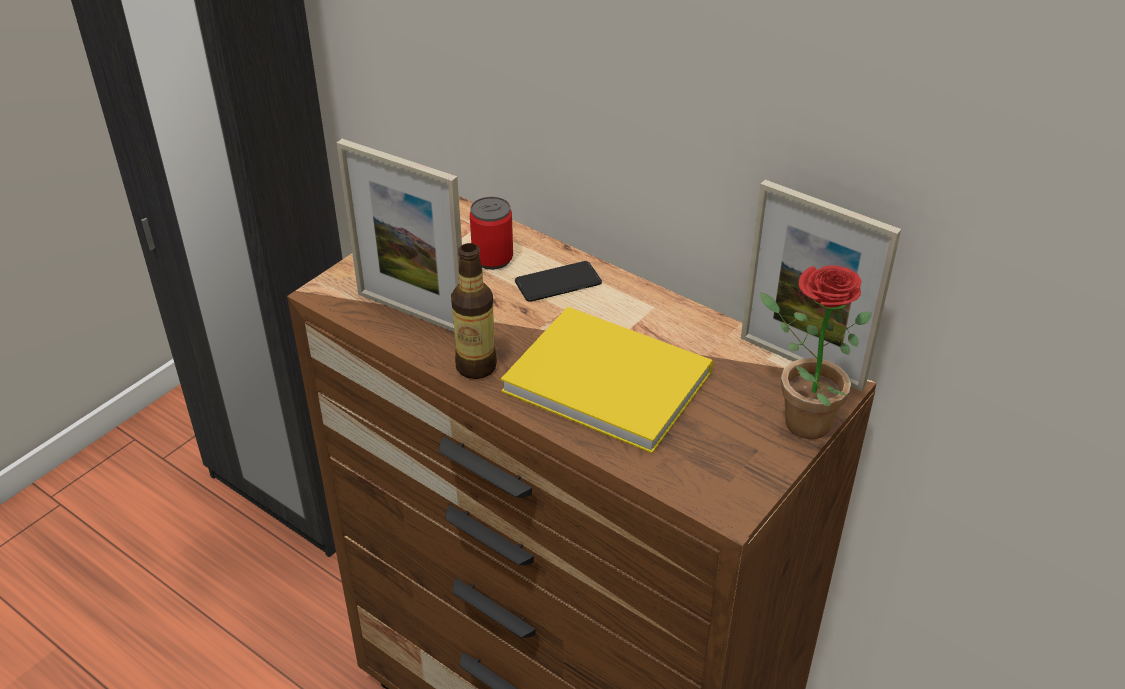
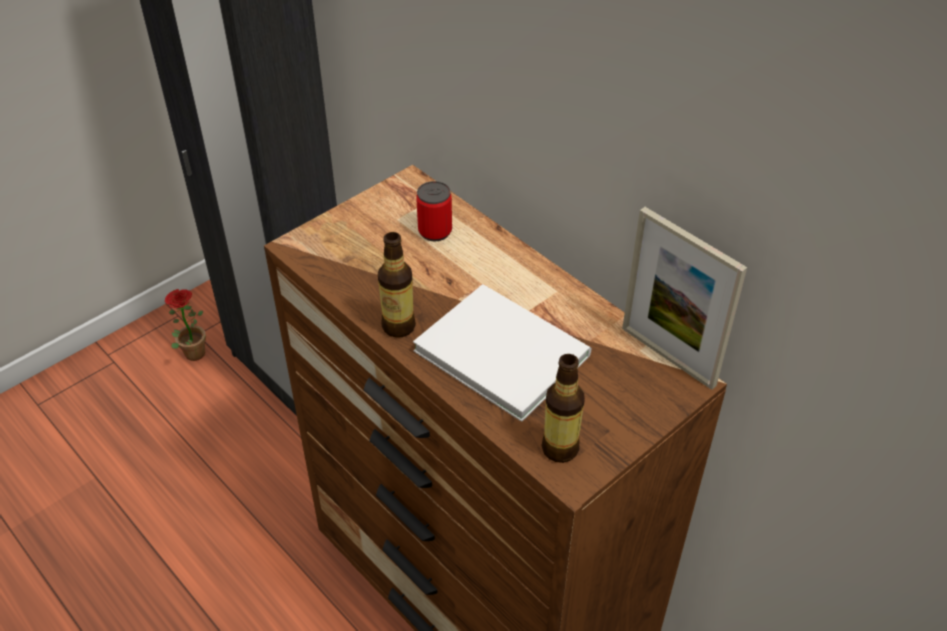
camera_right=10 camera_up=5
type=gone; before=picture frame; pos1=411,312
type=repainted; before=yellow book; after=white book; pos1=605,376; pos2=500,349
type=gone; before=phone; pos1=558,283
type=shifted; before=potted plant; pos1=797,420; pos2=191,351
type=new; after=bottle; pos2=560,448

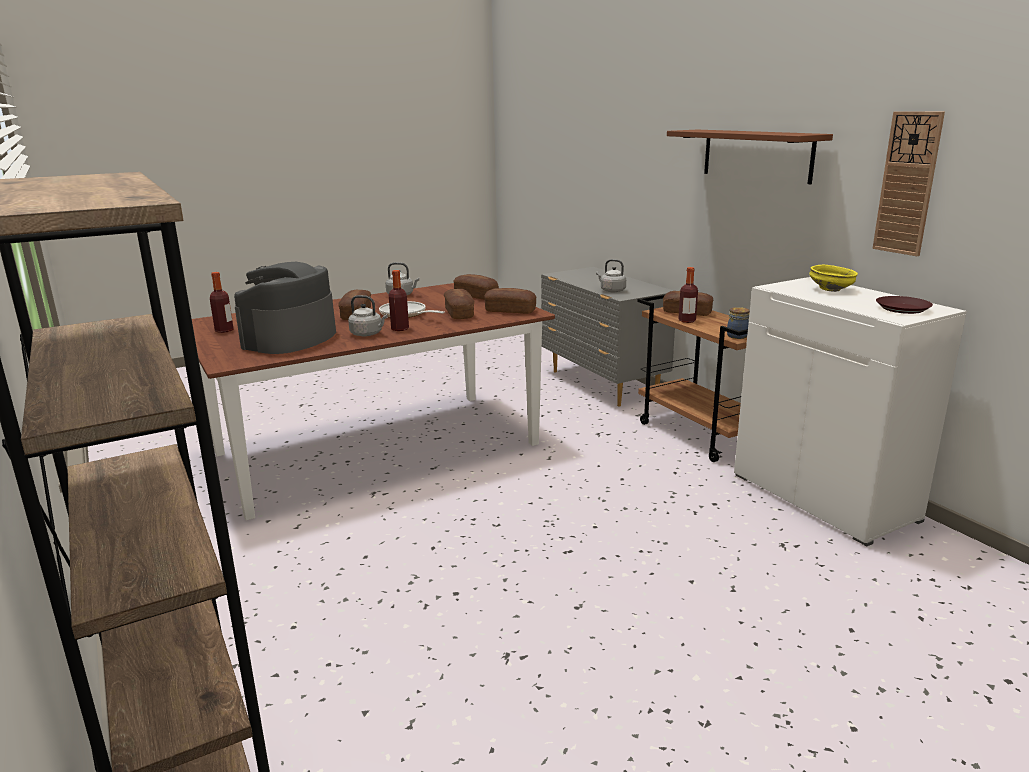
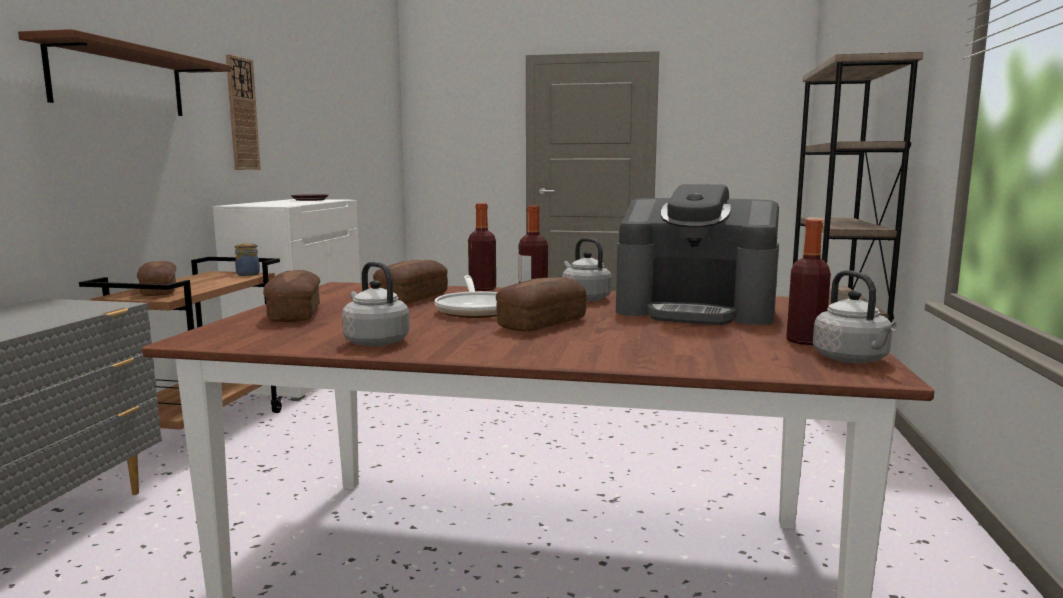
camera_right=-140 camera_up=-10
type=rotated; before=coffee machine; pos1=290,339; pos2=696,310; turn=45
type=gone; before=bread; pos1=510,311
type=shifted; before=grey kettle; pos1=611,290; pos2=853,360
type=shifted; before=bottle; pos1=687,321; pos2=482,289
type=gone; before=yellow bowl; pos1=831,290

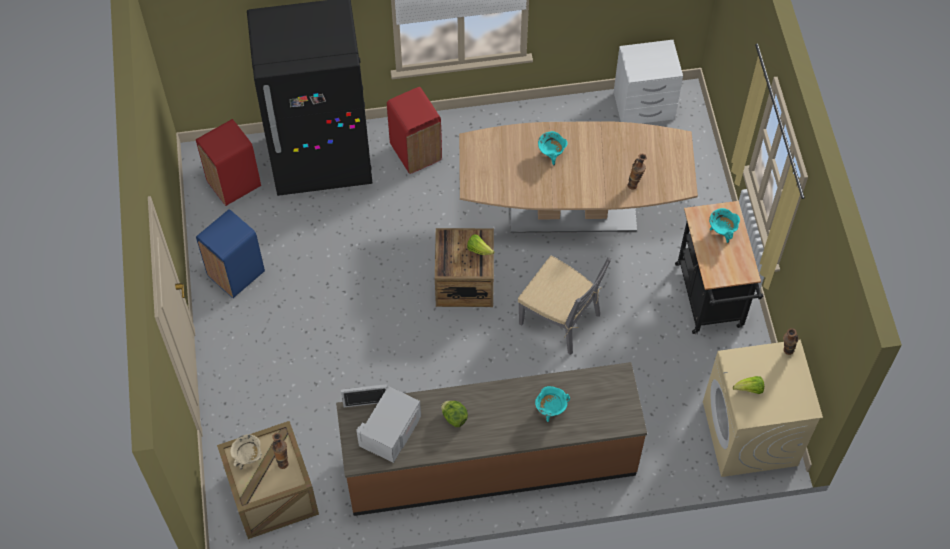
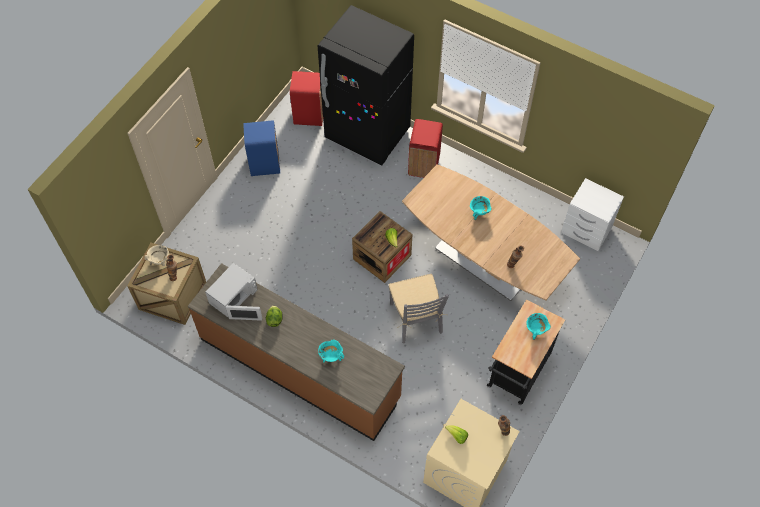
camera_right=40 camera_up=0
type=rotated; before=white microwave; pos1=388,429; pos2=234,298; turn=150

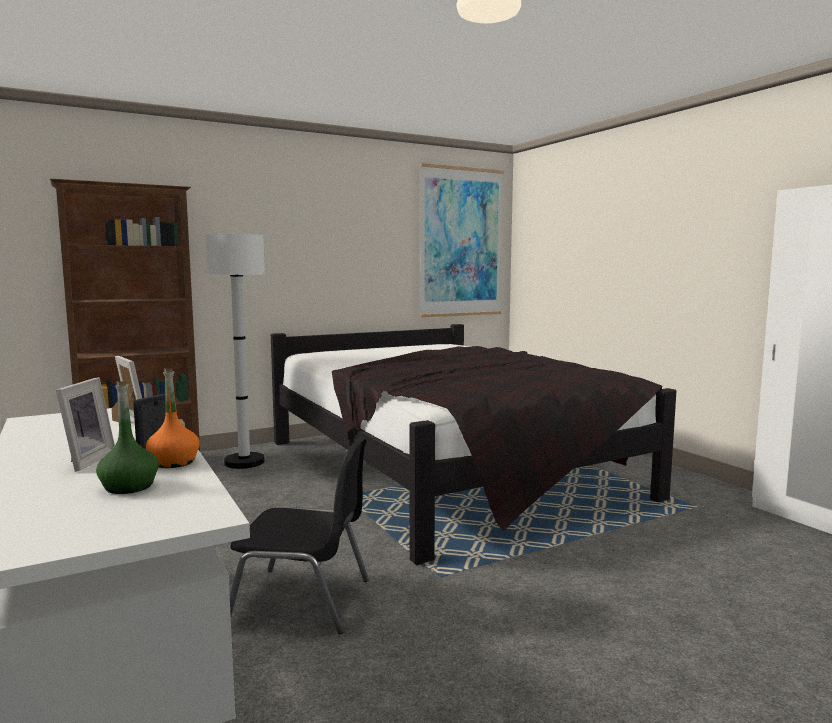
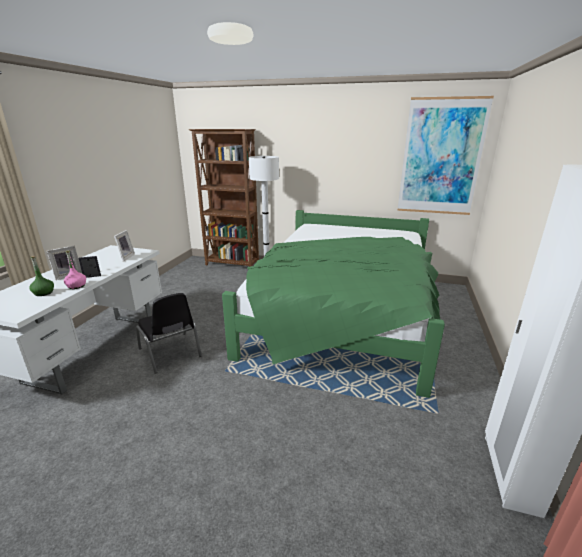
camera_right=45 camera_up=15
type=repainted; before=orange bottle; after=pink bottle; pos1=173,462; pos2=76,286
type=repainted; before=black bed; after=green bed; pos1=447,468; pos2=343,313

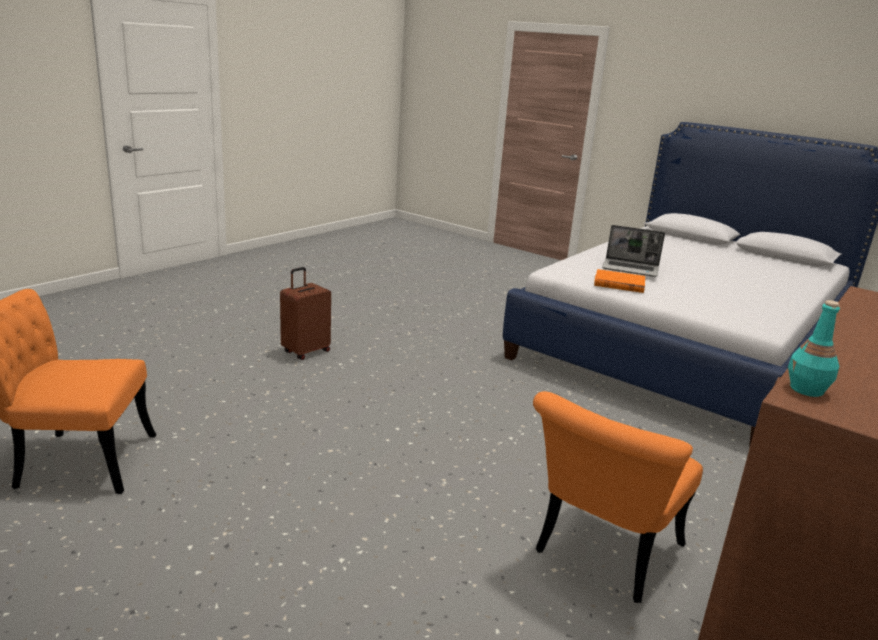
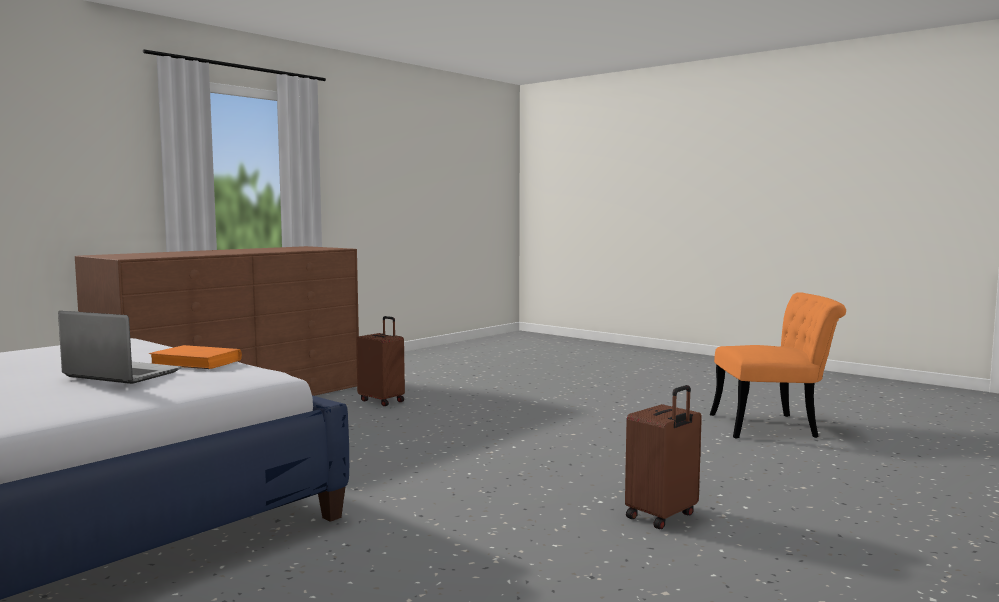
camera_right=-175 camera_up=-15
type=swapped; before=orange chair; after=brown suitcase; pos1=602,556; pos2=382,401
type=gone; before=turquoise bottle; pos1=807,390

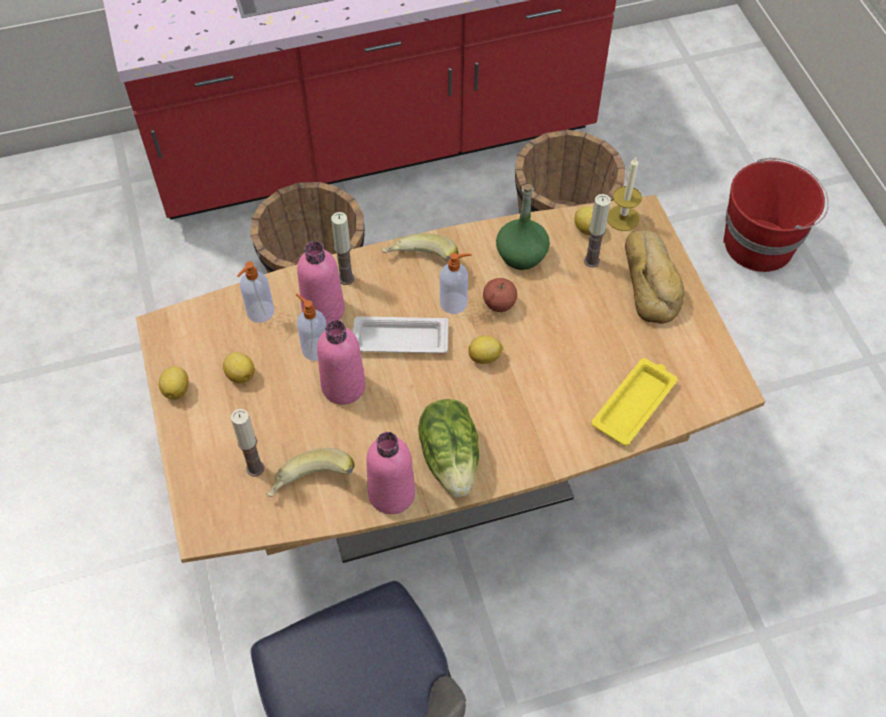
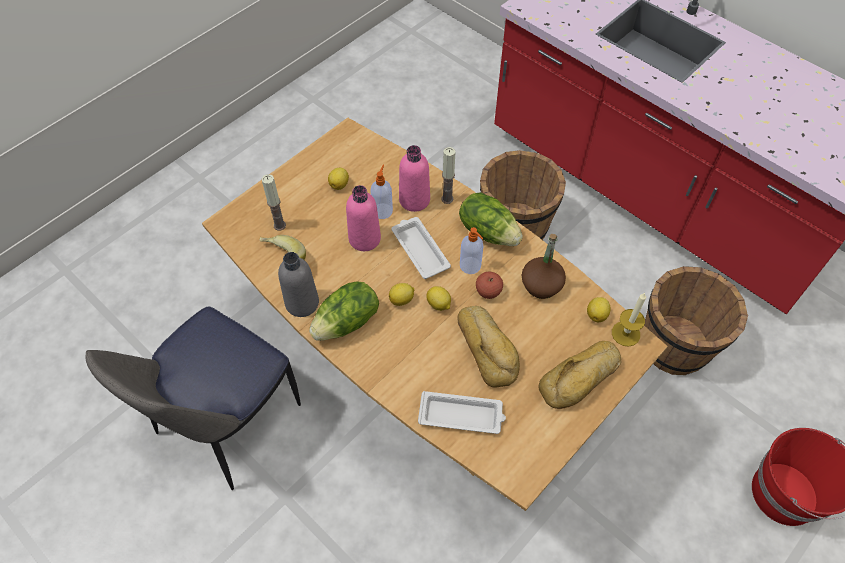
camera_right=60 camera_up=0
type=shifted; before=lemon; pos1=177,389; pos2=402,300
type=gone; before=soap dispenser; pos1=259,312
type=repainted; before=pink bottle; after=grey bottle; pos1=391,494; pos2=302,303
type=swapped; before=banana; after=lettuce; pos1=420,263; pos2=488,231
type=repainted; before=green bottle; after=brown bottle; pos1=521,254; pos2=541,285
type=gone; before=candle; pos1=591,261
type=repainted; before=yellow tray; after=white tray; pos1=634,404; pos2=462,415
type=new; after=bread; pos2=487,348

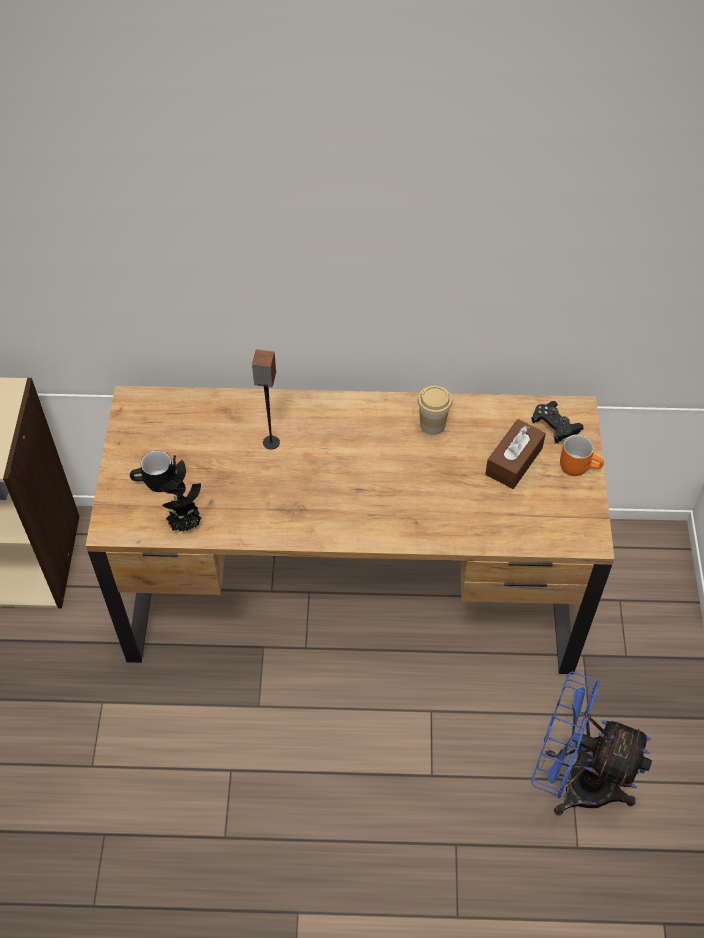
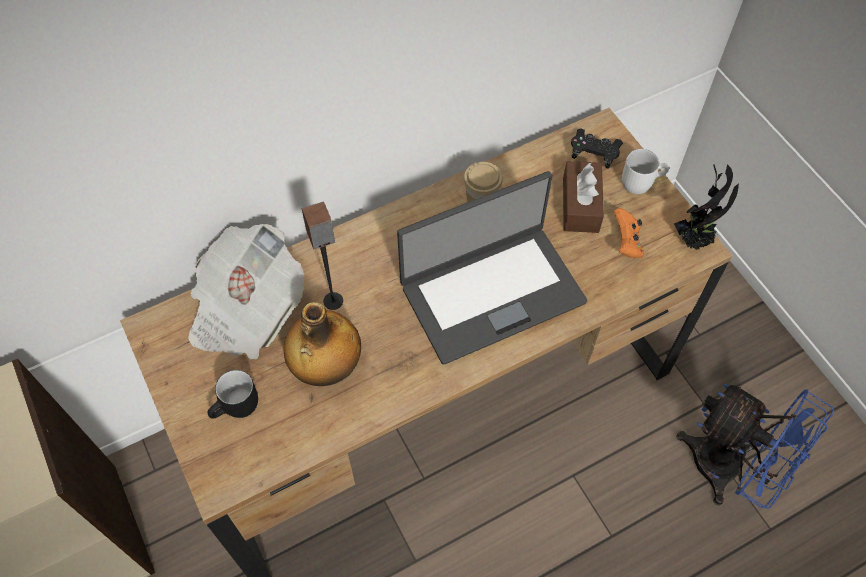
camera_right=-30 camera_up=5
type=shifted; before=potted plant; pos1=186,524; pos2=694,240
type=rotated; before=blue fan; pos1=574,780; pos2=730,470; turn=-135
type=repainted; before=orange mug; after=white mug; pos1=579,465; pos2=640,180
type=new; after=newspaper; pos2=246,310
type=new; after=bottle; pos2=326,366
type=new; after=laptop; pos2=491,292
type=new; after=orange game controller; pos2=626,243

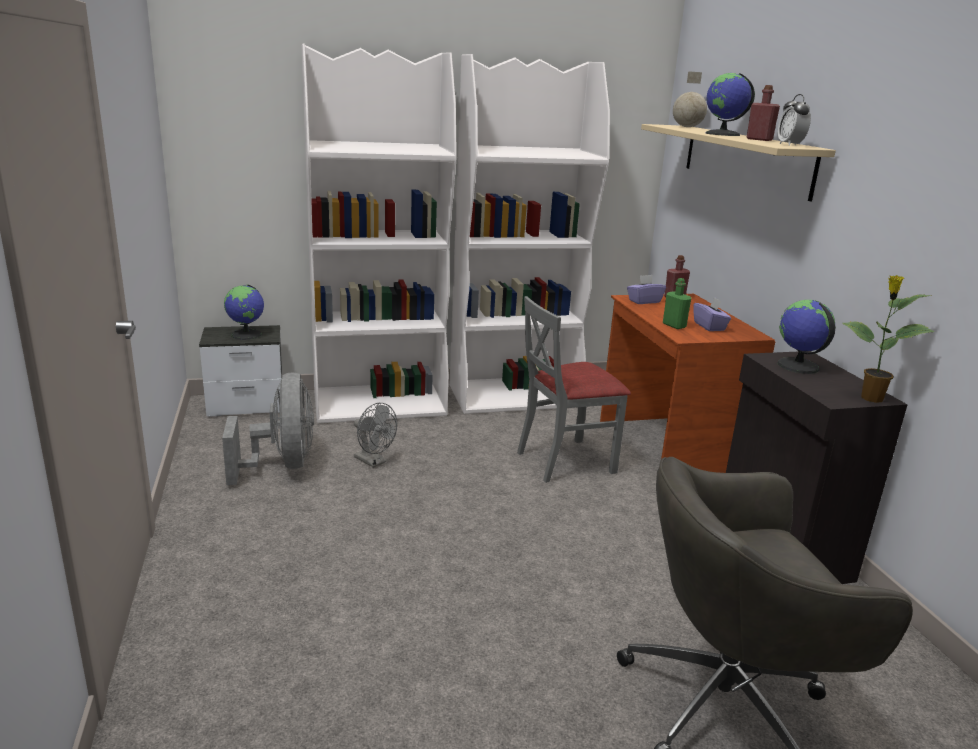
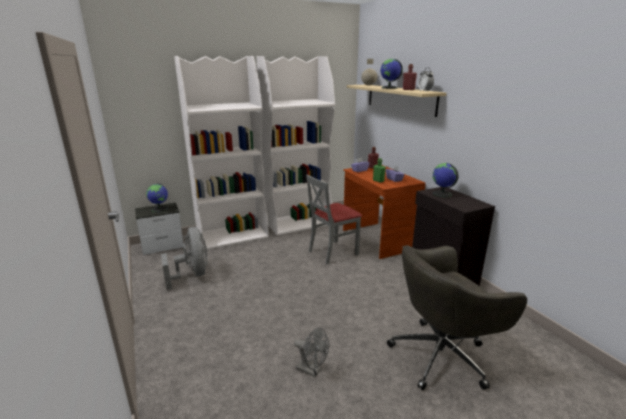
camera_right=-10 camera_up=0
type=shifted; before=grey fan; pos1=374,462; pos2=312,370
type=gone; before=potted plant; pos1=870,398

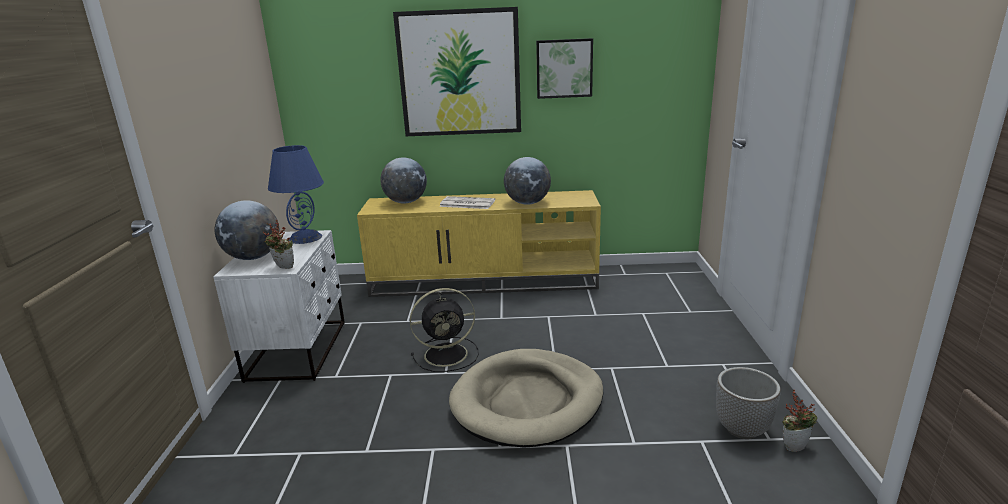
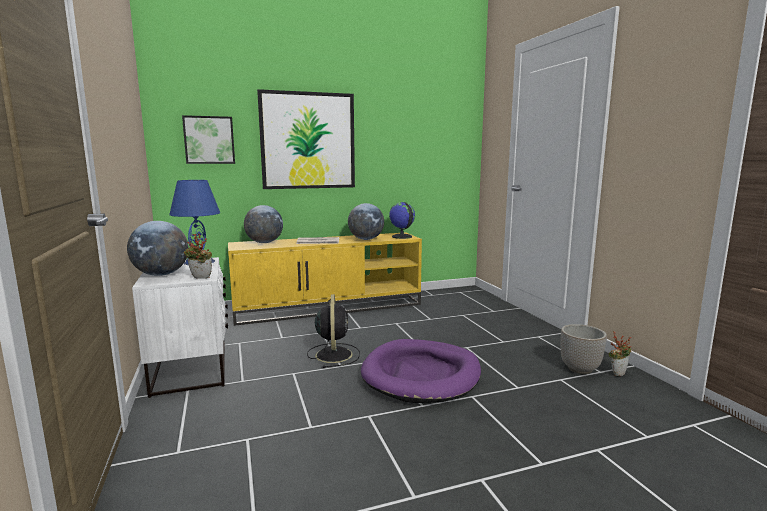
camera_right=-20 camera_up=-10
type=rotated; before=black fan; pos1=448,354; pos2=334,354; turn=-60
type=repainted; before=beige dog bed; after=purple dog bed; pos1=527,401; pos2=421,375
type=shifted; before=picture; pos1=564,68; pos2=209,140
type=new; after=globe; pos2=401,237

